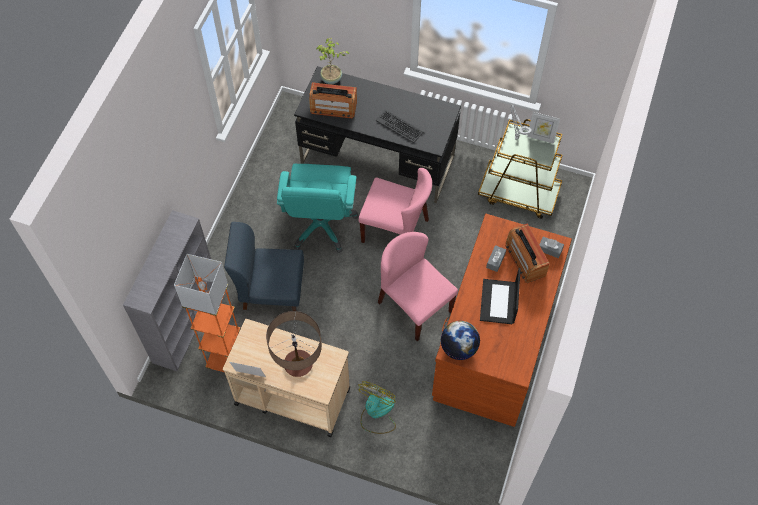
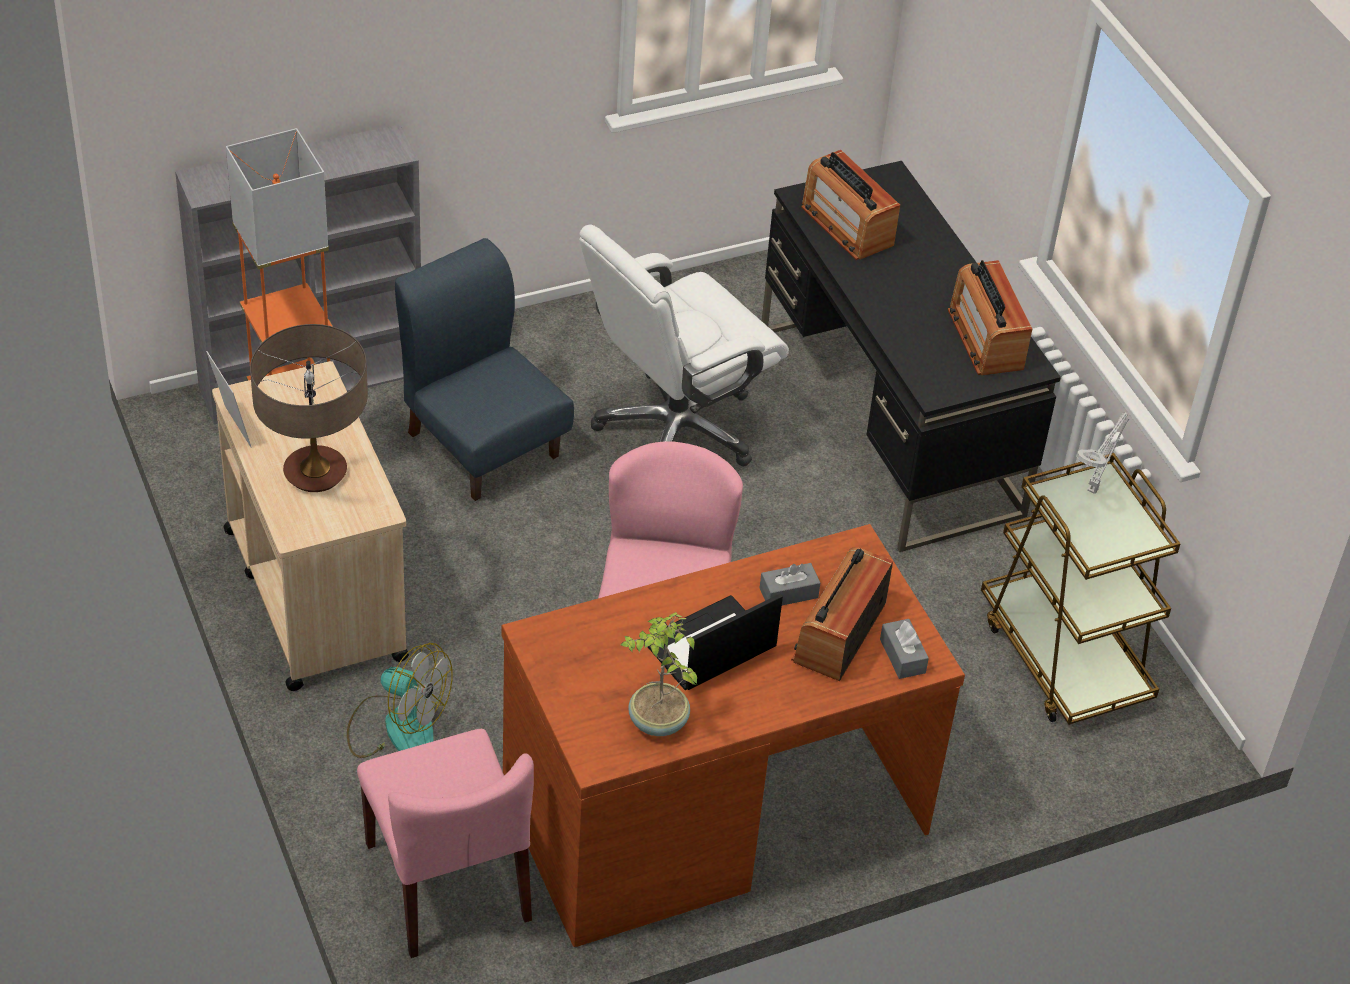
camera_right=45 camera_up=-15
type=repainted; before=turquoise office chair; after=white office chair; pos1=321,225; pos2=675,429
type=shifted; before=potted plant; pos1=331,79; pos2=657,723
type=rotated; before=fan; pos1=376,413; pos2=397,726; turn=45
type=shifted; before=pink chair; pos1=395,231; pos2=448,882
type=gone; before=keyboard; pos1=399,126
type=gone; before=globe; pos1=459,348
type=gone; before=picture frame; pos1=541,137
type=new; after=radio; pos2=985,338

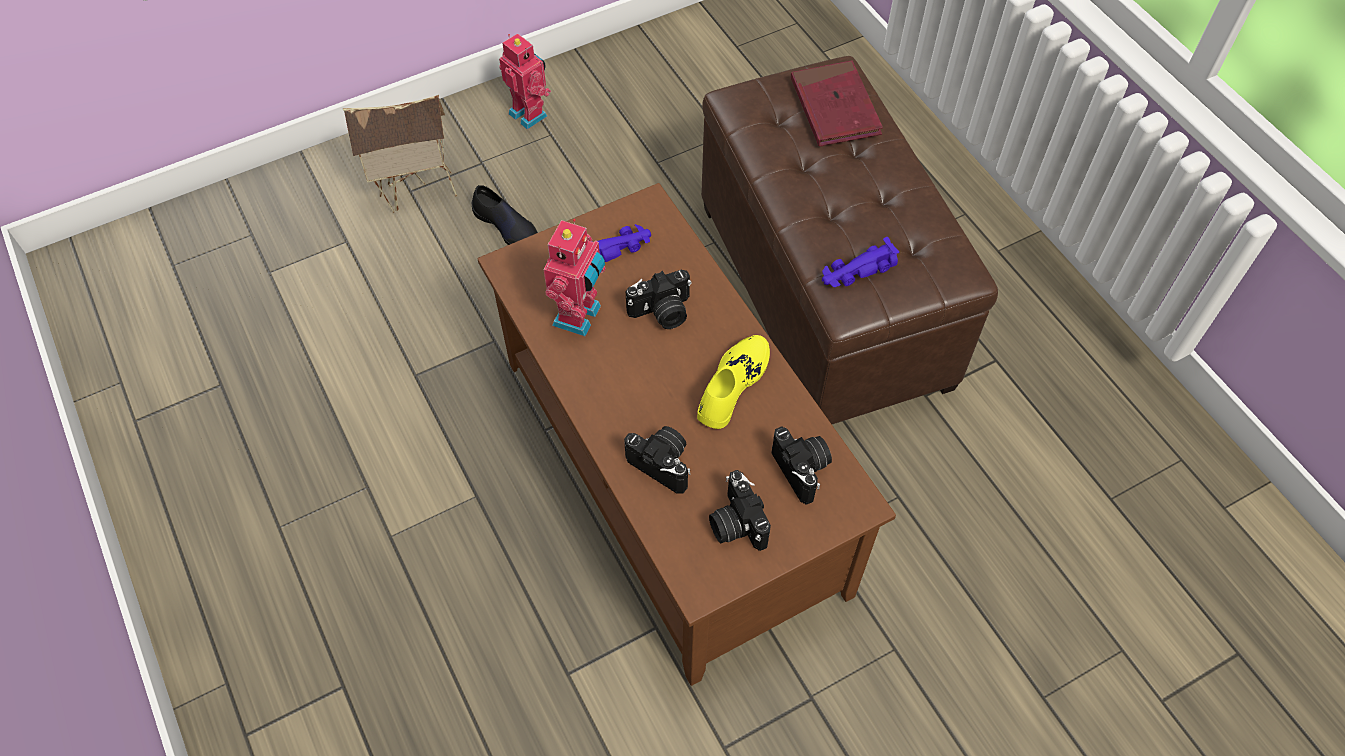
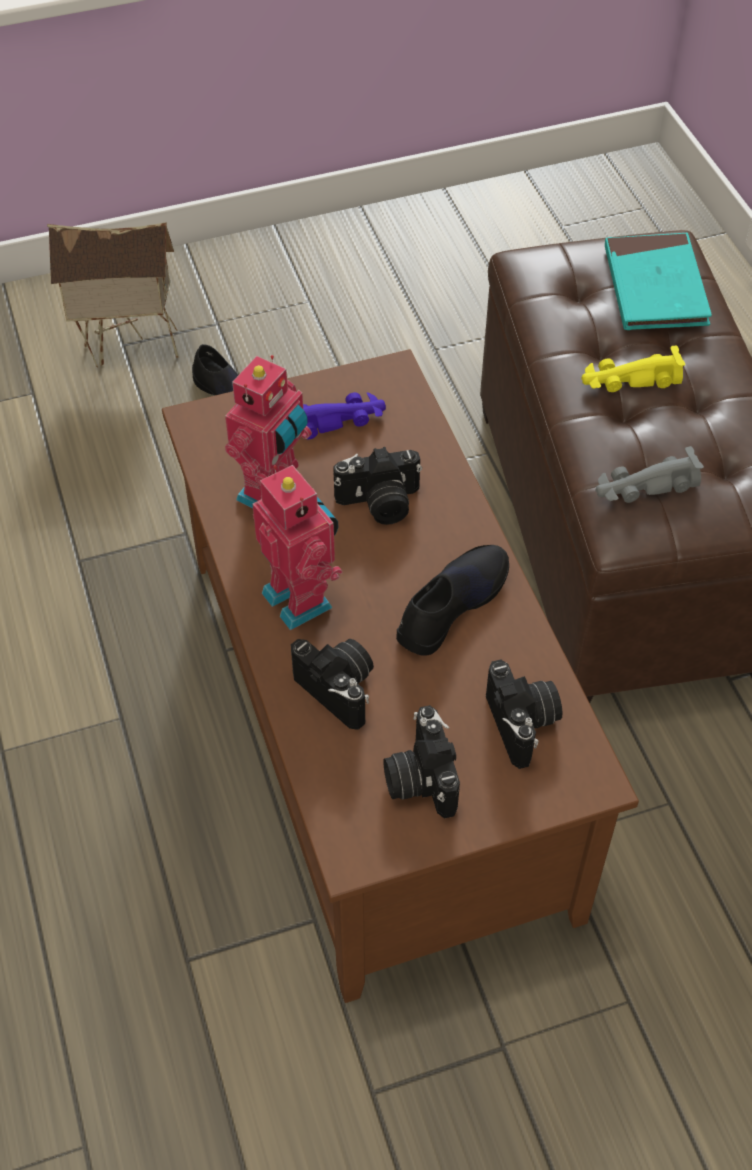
camera_right=10 camera_up=-5
type=shifted; before=toy robot; pos1=530,113; pos2=301,598
type=repainted; before=yellow shoe; after=black shoe; pos1=732,385; pos2=451,604
type=repainted; before=red book; after=turquoise book; pos1=834,108; pos2=655,287
type=repainted; before=purple toy car; after=grey toy car; pos1=856,271; pos2=644,486
type=new; after=yellow toy car; pos2=629,380

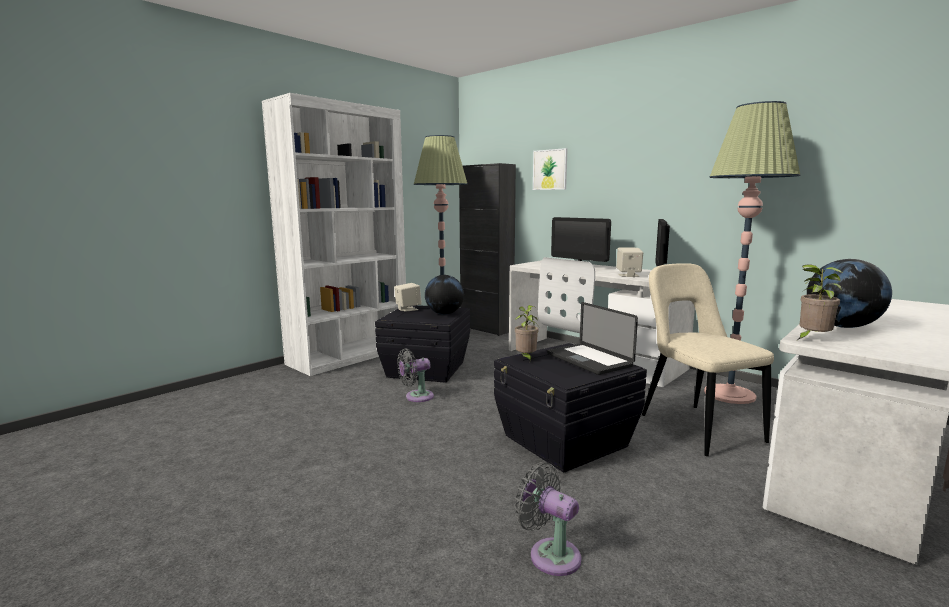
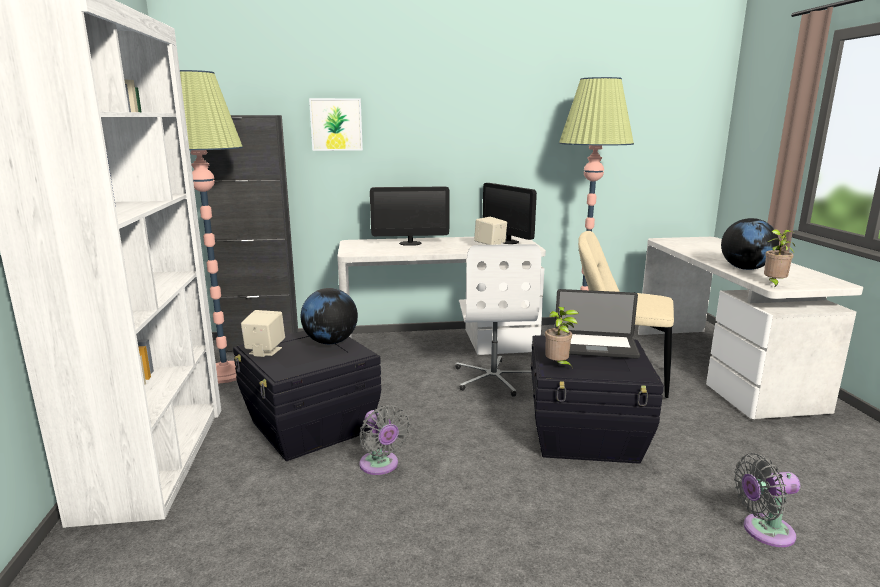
camera_right=-50 camera_up=5
type=rotated; before=grey fan; pos1=416,397; pos2=380,466; turn=-45

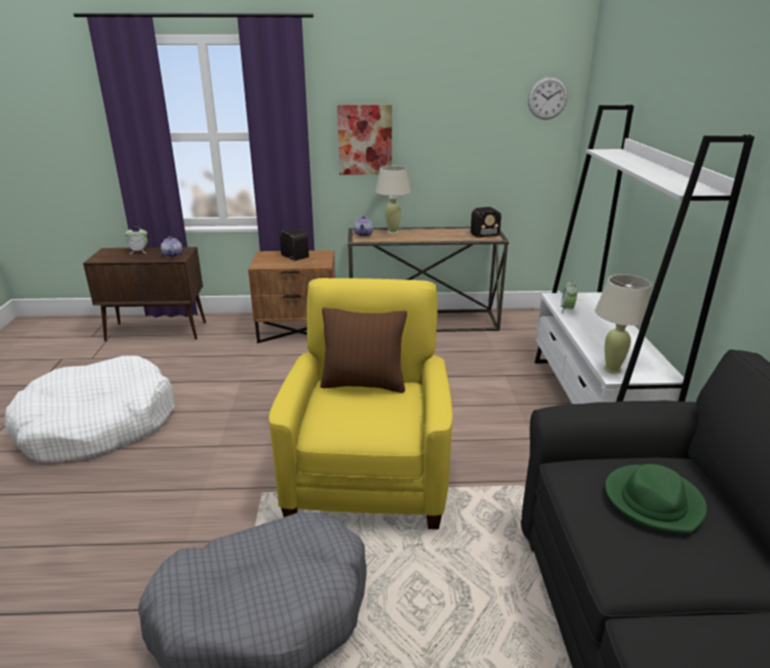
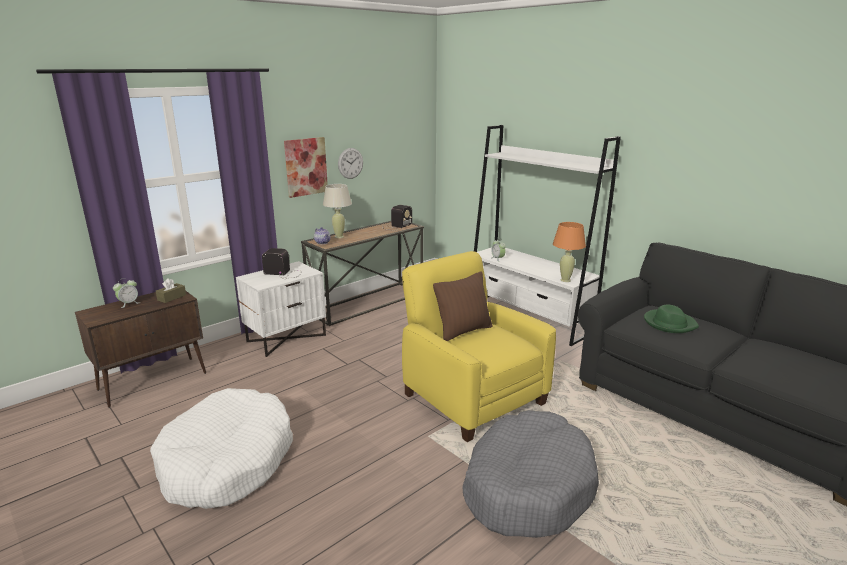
camera_right=-40 camera_up=-5
type=swapped; before=teapot; after=brown tissue box; pos1=172,255; pos2=171,297
type=repainted; before=brown nightstand; after=white nightstand; pos1=298,331; pos2=286,338
type=shifted; before=wall clock; pos1=547,98; pos2=350,163
type=repainted; before=beige table lamp; after=orange table lamp; pos1=612,369; pos2=565,280

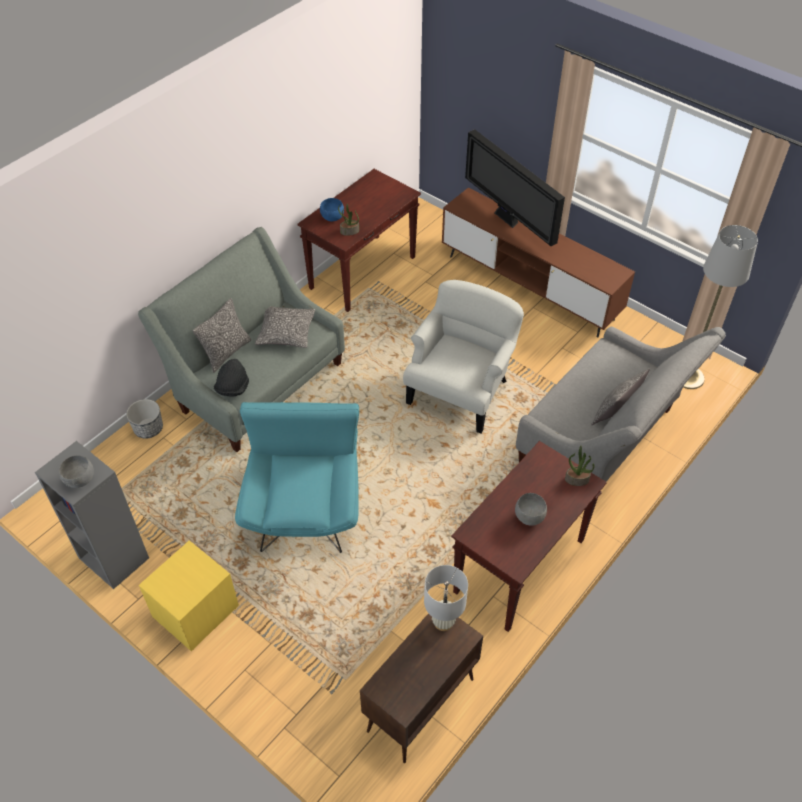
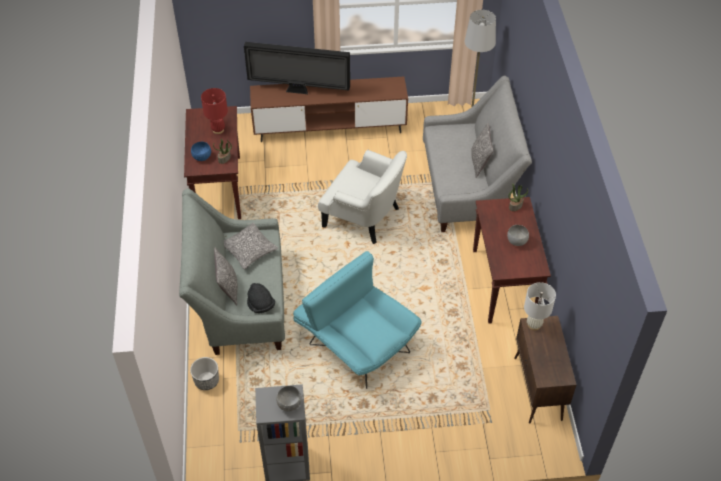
camera_right=-45 camera_up=0
type=gone; before=yellow nightstand; pos1=195,612
type=rotated; before=white armchair; pos1=460,390; pos2=364,216; turn=135
type=new; after=red table lamp; pos2=218,130

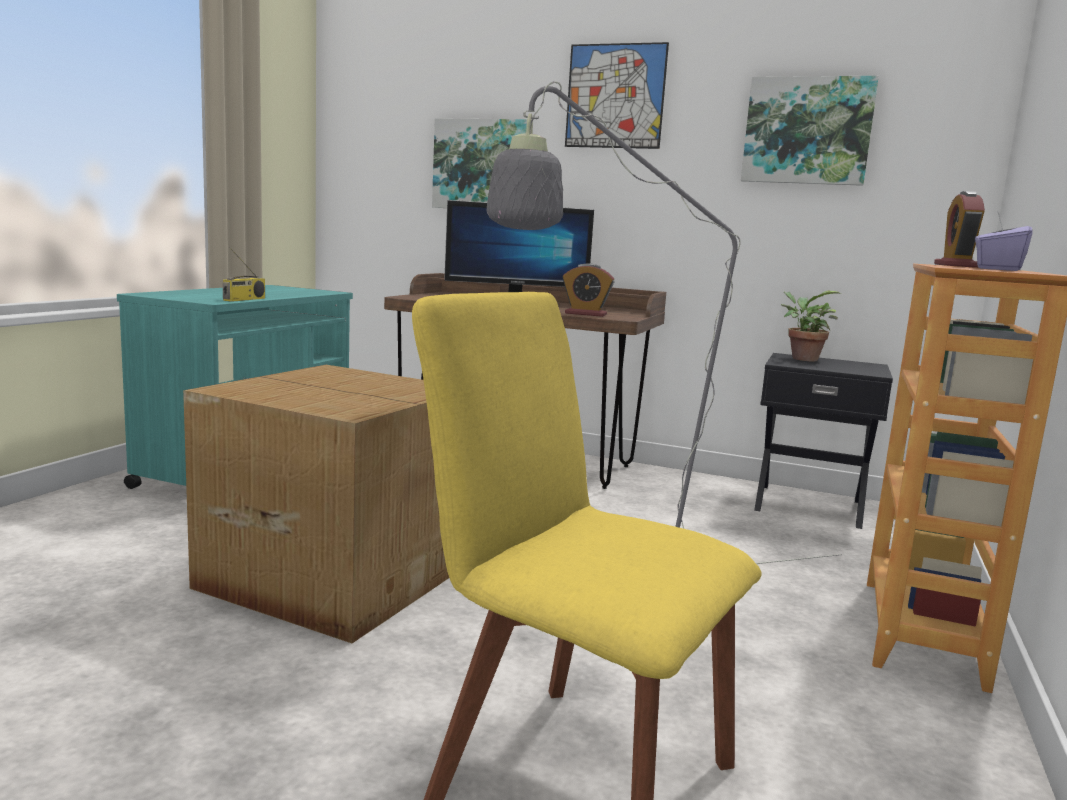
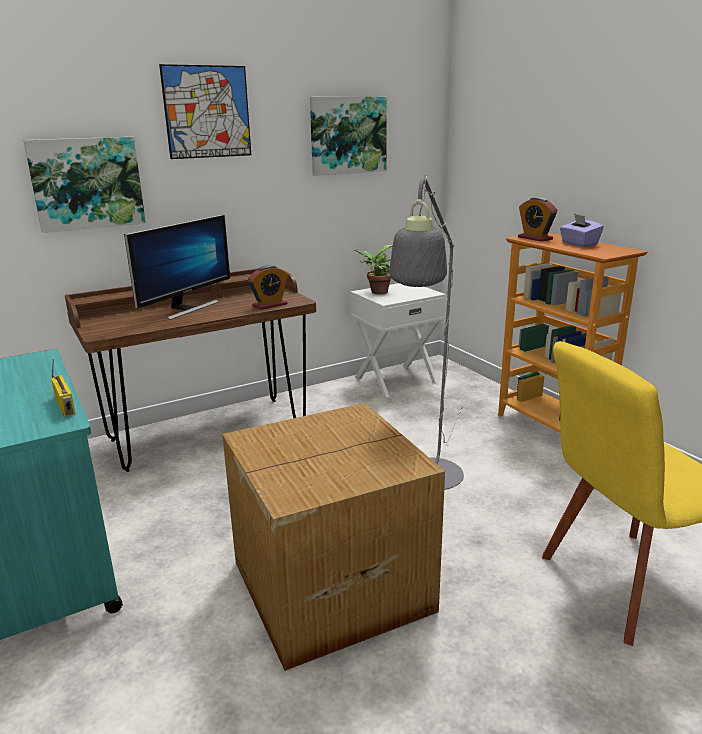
camera_right=-50 camera_up=10
type=repainted; before=black nightstand; after=white nightstand; pos1=809,504; pos2=395,380

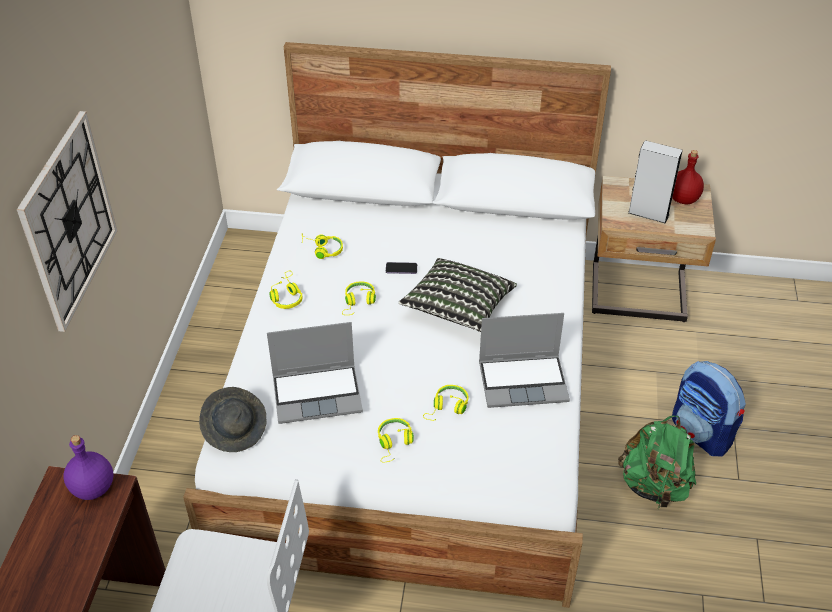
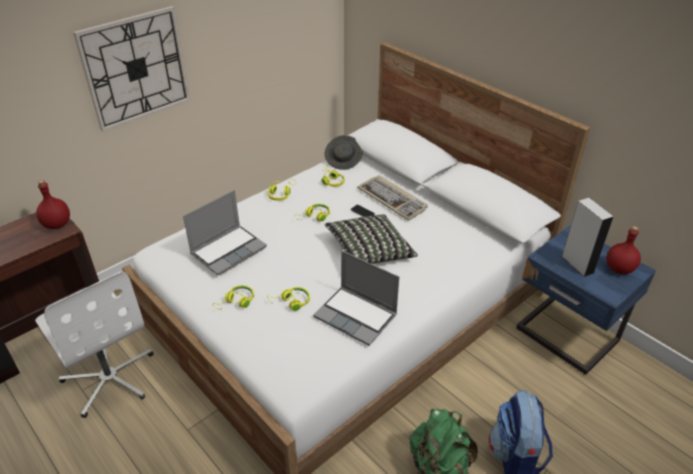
camera_right=40 camera_up=-5
type=repainted; before=purple bottle; after=red bottle; pos1=93,489; pos2=57,225
type=shifted; before=grey hat; pos1=235,429; pos2=344,160
type=rotated; before=laptop; pos1=318,394; pos2=228,250; turn=-75
type=repainted; before=beige nightstand; after=blue nightstand; pos1=639,296; pos2=565,337
type=new; after=keyboard; pos2=393,199

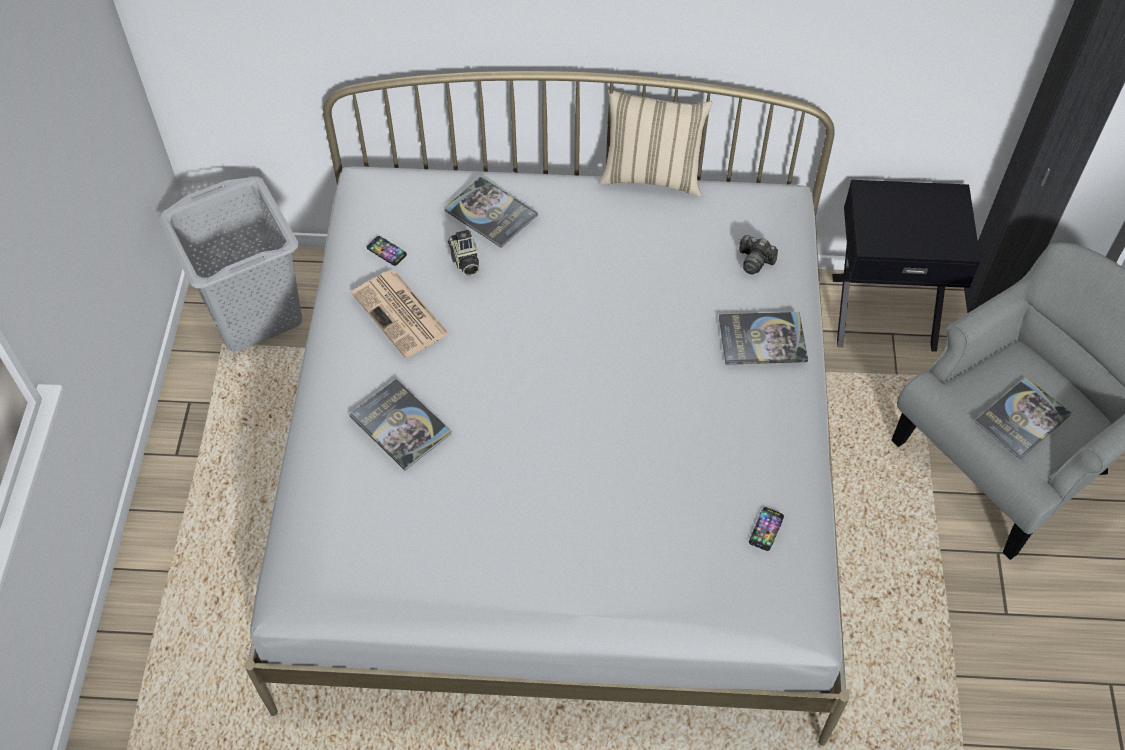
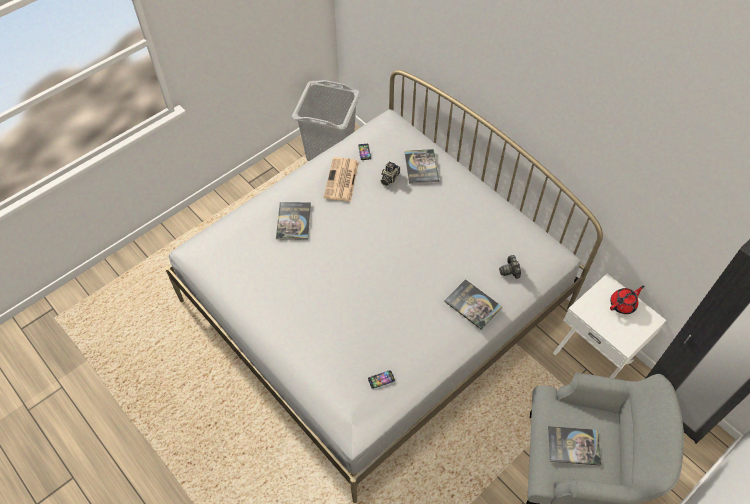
camera_right=45 camera_up=0
type=gone; before=beige pillow; pos1=652,175
type=repainted; before=black nightstand; after=white nightstand; pos1=883,310; pos2=594,355
type=new; after=red teapot; pos2=623,304

